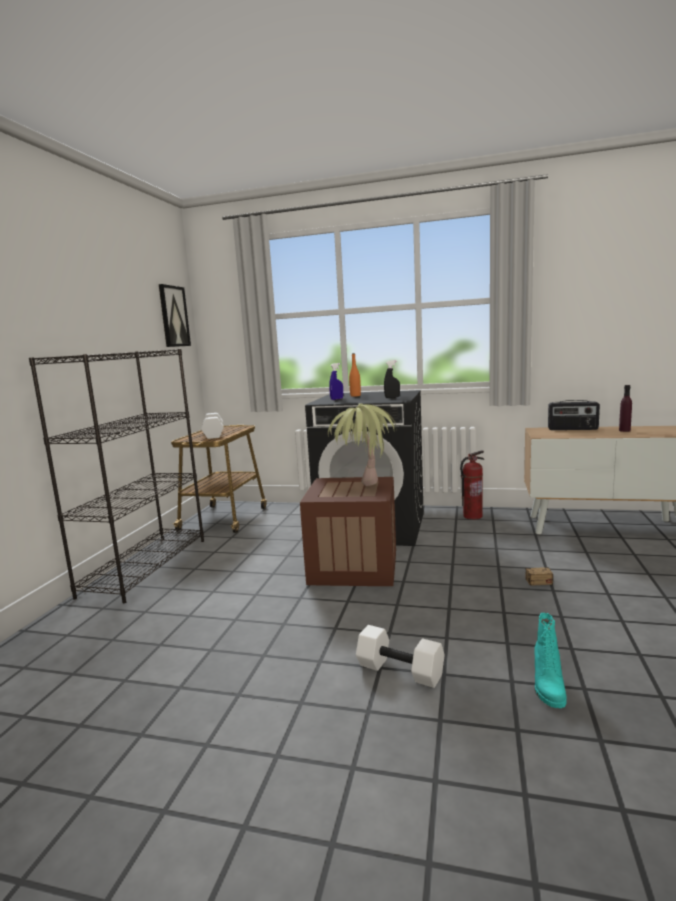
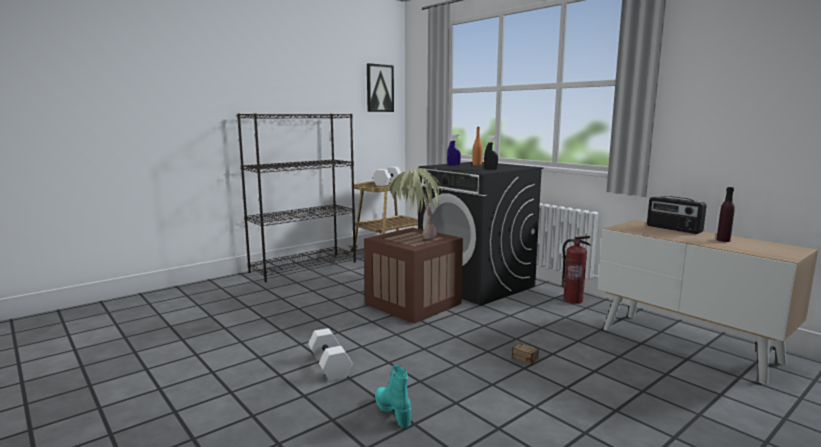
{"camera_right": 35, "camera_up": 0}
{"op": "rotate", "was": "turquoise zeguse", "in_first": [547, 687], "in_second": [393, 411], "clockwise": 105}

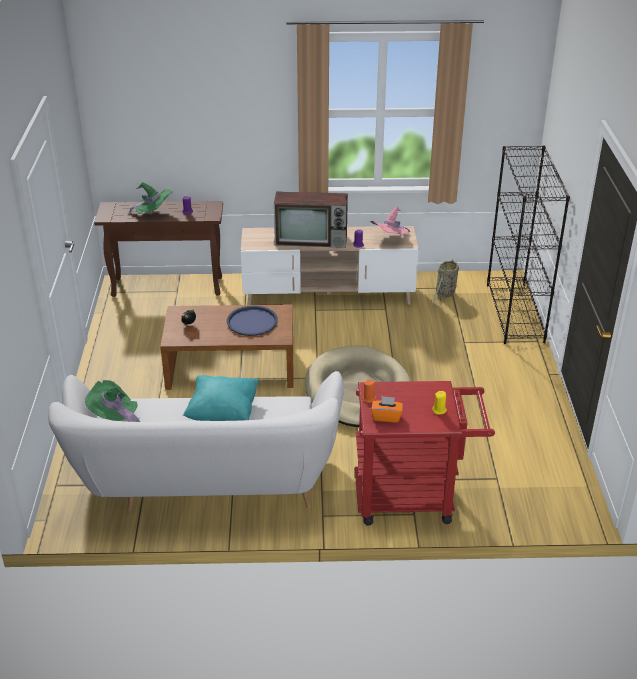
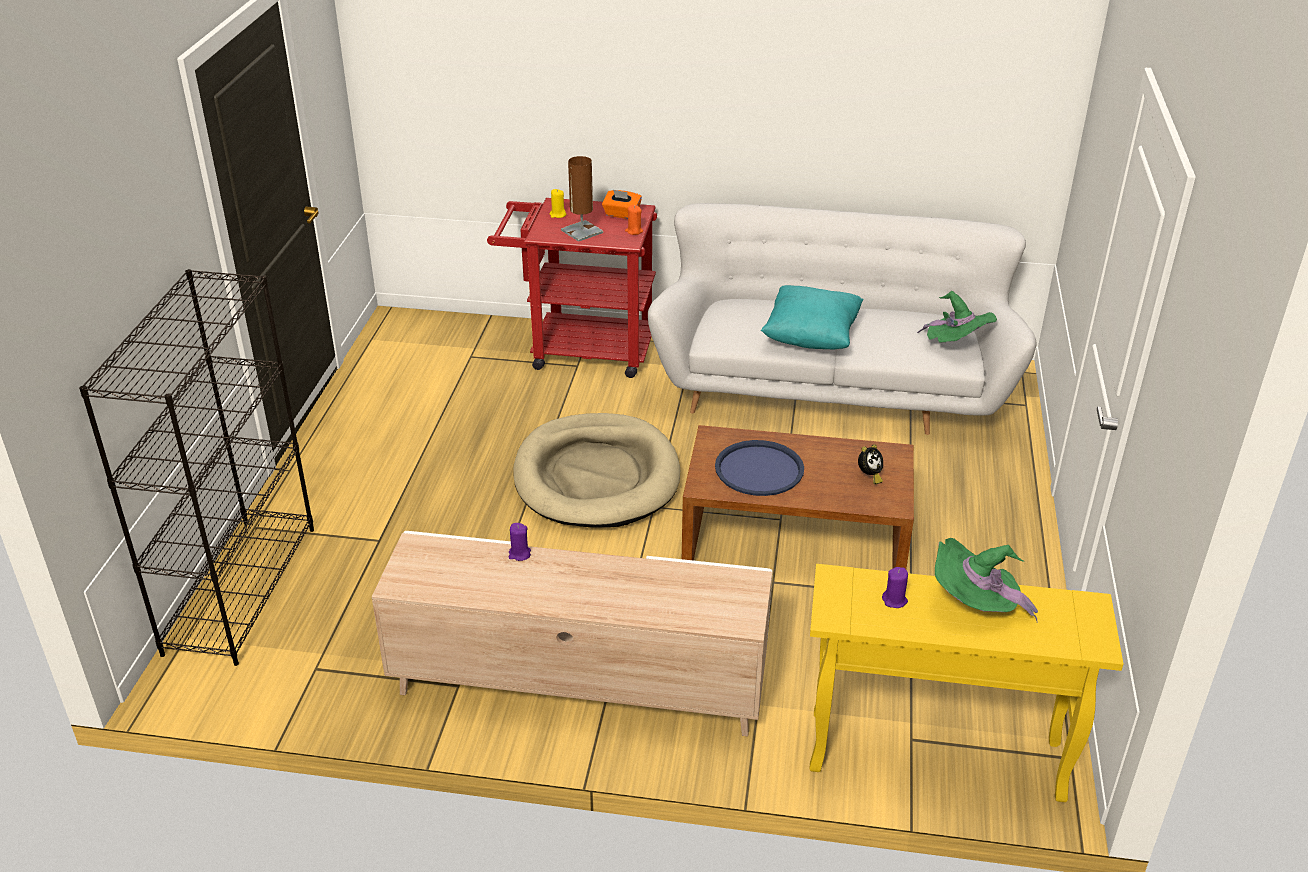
{"camera_right": -170, "camera_up": 0}
{"op": "insert", "now": "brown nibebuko", "in_second": [582, 231]}
{"op": "recolor", "was": "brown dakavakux", "now": "yellow dakavakux", "in_first": [168, 286], "in_second": [933, 756]}
{"op": "delete", "was": "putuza", "in_first": [312, 239]}
{"op": "delete", "was": "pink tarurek", "in_first": [390, 239]}
{"op": "delete", "was": "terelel", "in_first": [444, 294]}

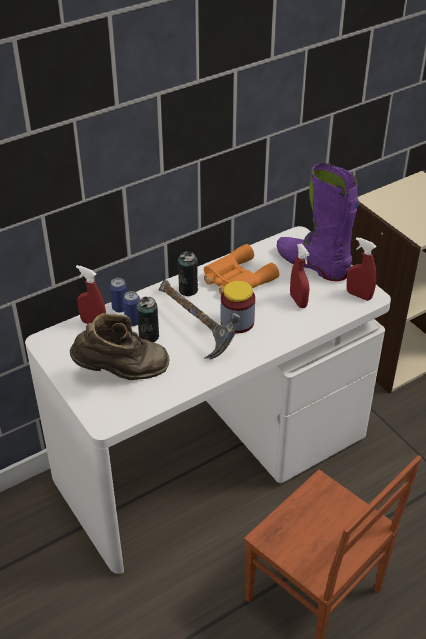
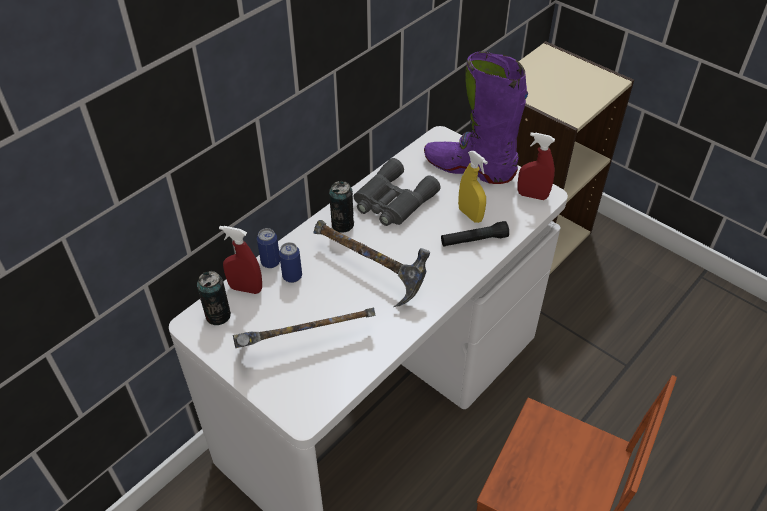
{"camera_right": -15, "camera_up": 5}
{"op": "move", "was": "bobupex", "in_first": [149, 336], "in_second": [218, 315]}
{"op": "replace", "was": "brown zeguse", "now": "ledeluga", "in_first": [122, 373], "in_second": [303, 346]}
{"op": "recolor", "was": "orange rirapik", "now": "grey rirapik", "in_first": [236, 279], "in_second": [392, 201]}
{"op": "insert", "now": "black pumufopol", "in_second": [474, 240]}
{"op": "recolor", "was": "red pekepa", "now": "yellow pekepa", "in_first": [298, 301], "in_second": [470, 215]}
{"op": "delete", "was": "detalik", "in_first": [237, 322]}

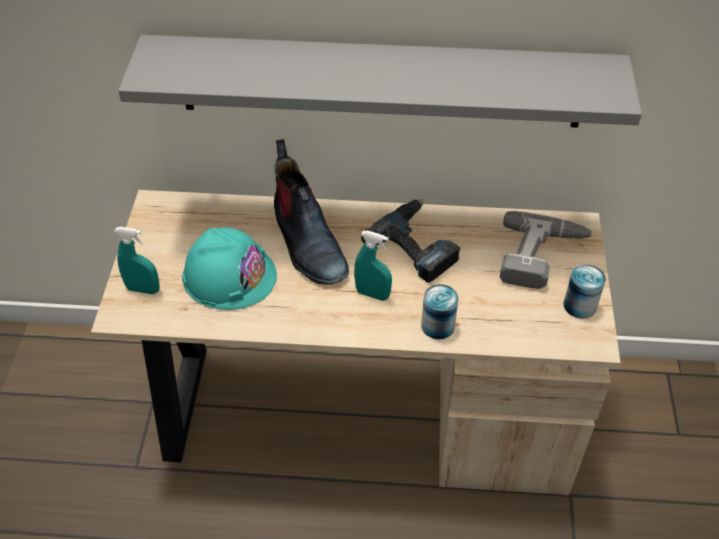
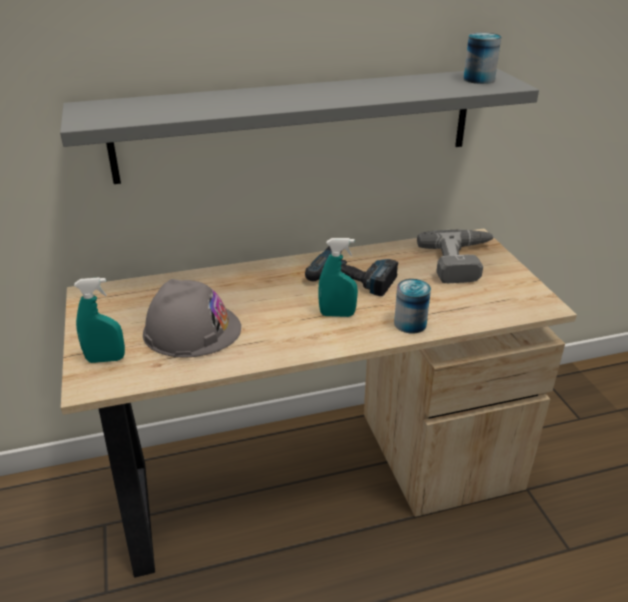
{"camera_right": -20, "camera_up": -15}
{"op": "recolor", "was": "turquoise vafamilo", "now": "grey vafamilo", "in_first": [229, 275], "in_second": [192, 330]}
{"op": "move", "was": "bobupex", "in_first": [580, 305], "in_second": [479, 79]}
{"op": "delete", "was": "zeguse", "in_first": [307, 243]}

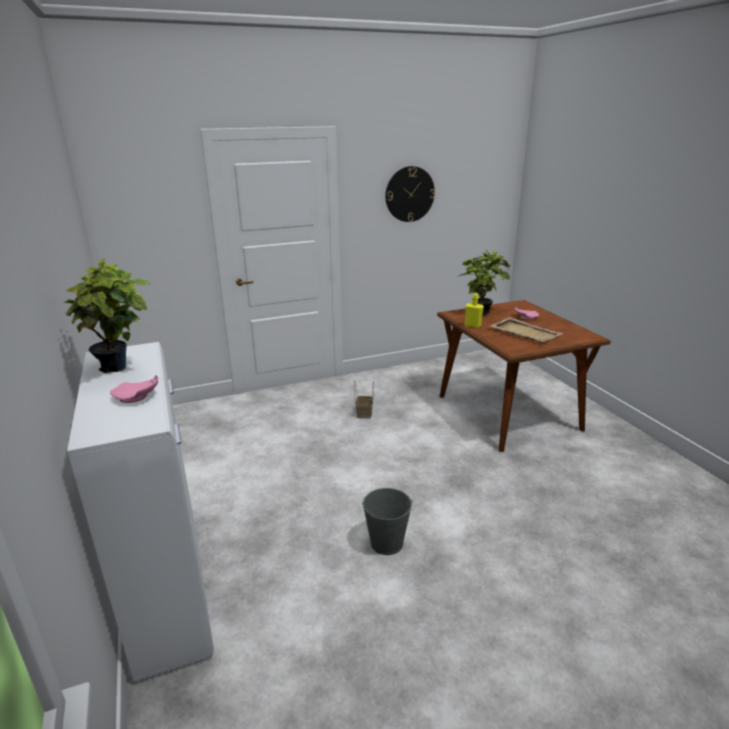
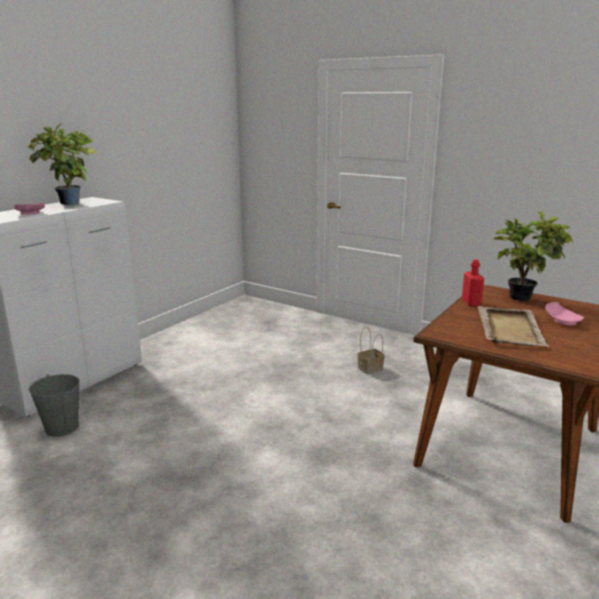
{"camera_right": 55, "camera_up": -5}
{"op": "move", "was": "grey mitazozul", "in_first": [386, 543], "in_second": [62, 427]}
{"op": "recolor", "was": "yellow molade", "now": "red molade", "in_first": [473, 326], "in_second": [471, 303]}
{"op": "delete", "was": "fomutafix", "in_first": [409, 194]}

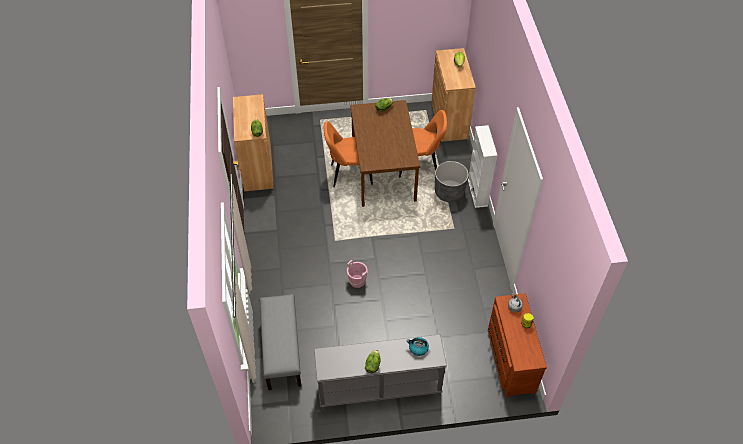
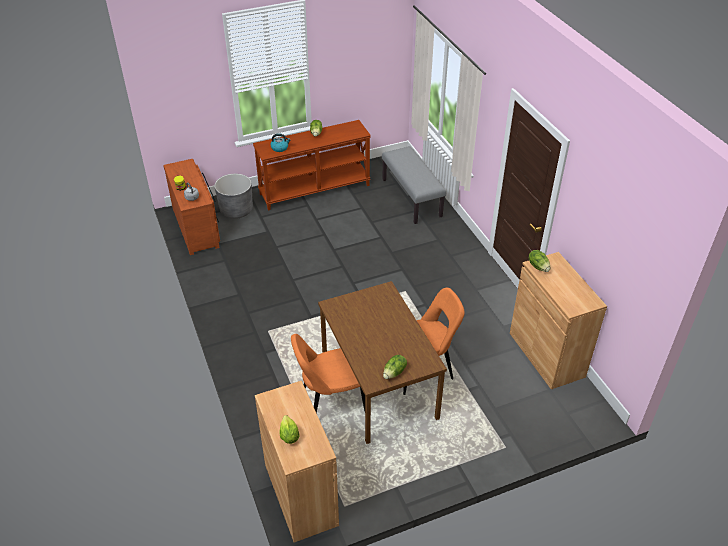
{"camera_right": 165, "camera_up": -10}
{"op": "move", "was": "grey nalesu", "in_first": [449, 192], "in_second": [236, 210]}
{"op": "recolor", "was": "grey dakavakux", "now": "brown dakavakux", "in_first": [379, 389], "in_second": [315, 189]}
{"op": "delete", "was": "pink mitazozul", "in_first": [357, 281]}
{"op": "delete", "was": "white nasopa", "in_first": [477, 192]}

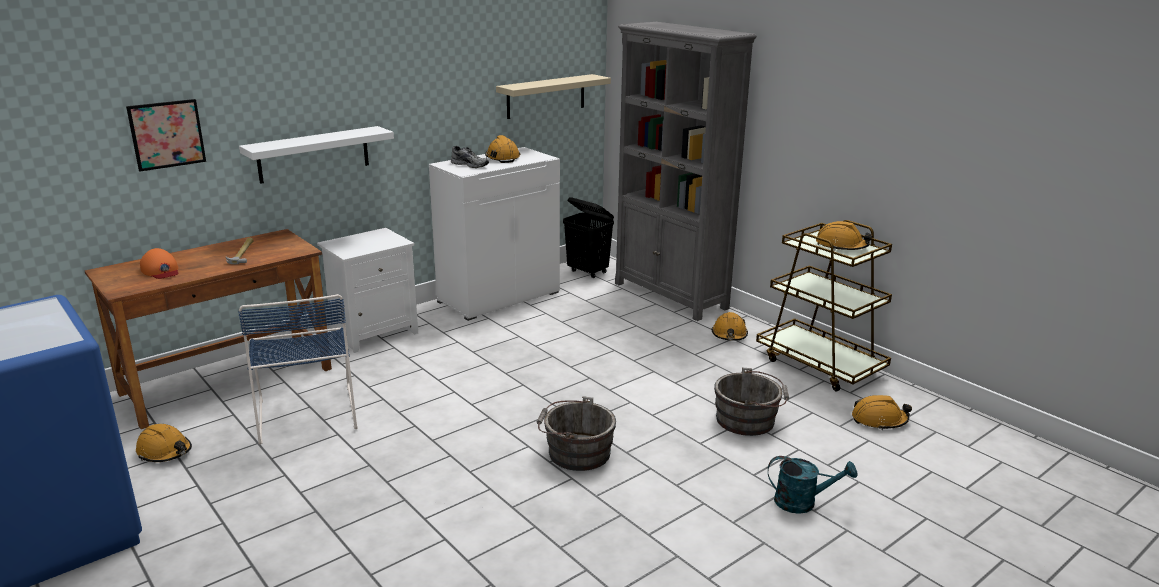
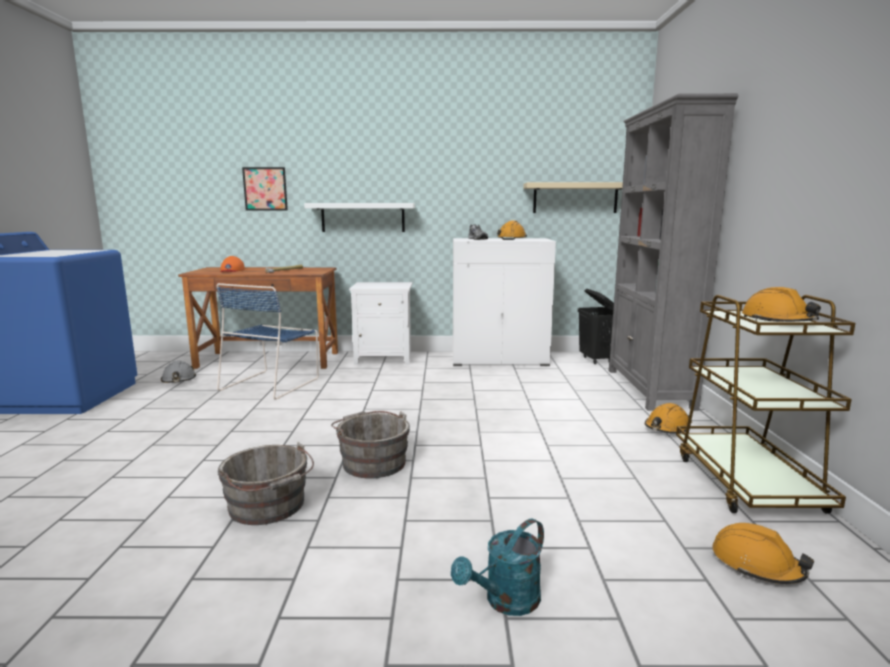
{"camera_right": 40, "camera_up": -10}
{"op": "recolor", "was": "orange vafamilo", "now": "grey vafamilo", "in_first": [165, 452], "in_second": [179, 380]}
{"op": "move", "was": "grey mitazozul", "in_first": [749, 420], "in_second": [269, 506]}
{"op": "rotate", "was": "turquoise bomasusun", "in_first": [802, 502], "in_second": [505, 602], "clockwise": 90}

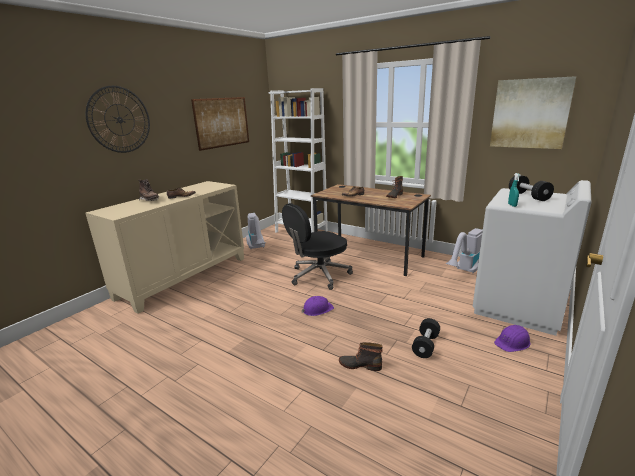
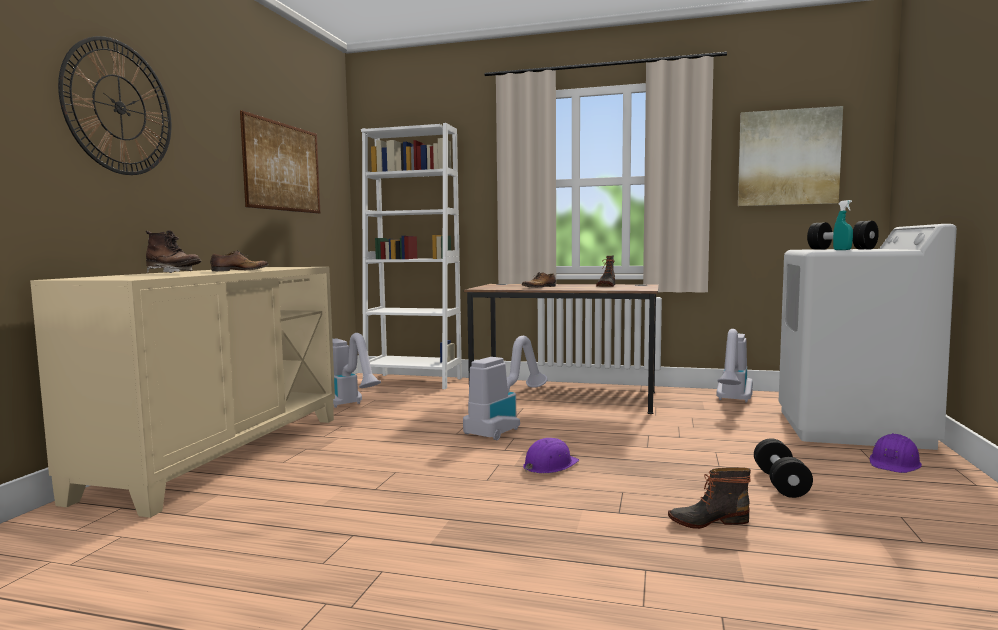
{"camera_right": -20, "camera_up": -15}
{"op": "replace", "was": "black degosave", "now": "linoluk", "in_first": [318, 275], "in_second": [504, 426]}

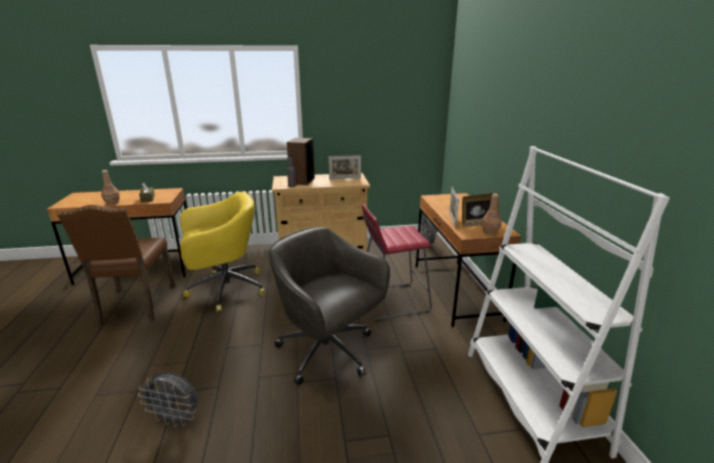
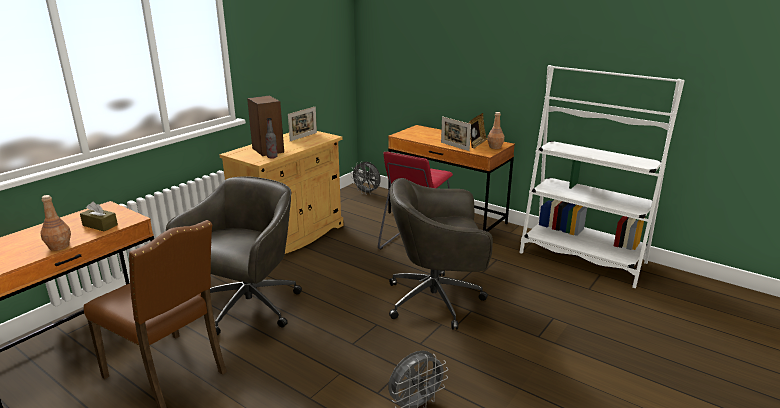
{"camera_right": -45, "camera_up": 0}
{"op": "recolor", "was": "yellow degosave", "now": "grey degosave", "in_first": [225, 289], "in_second": [247, 308]}

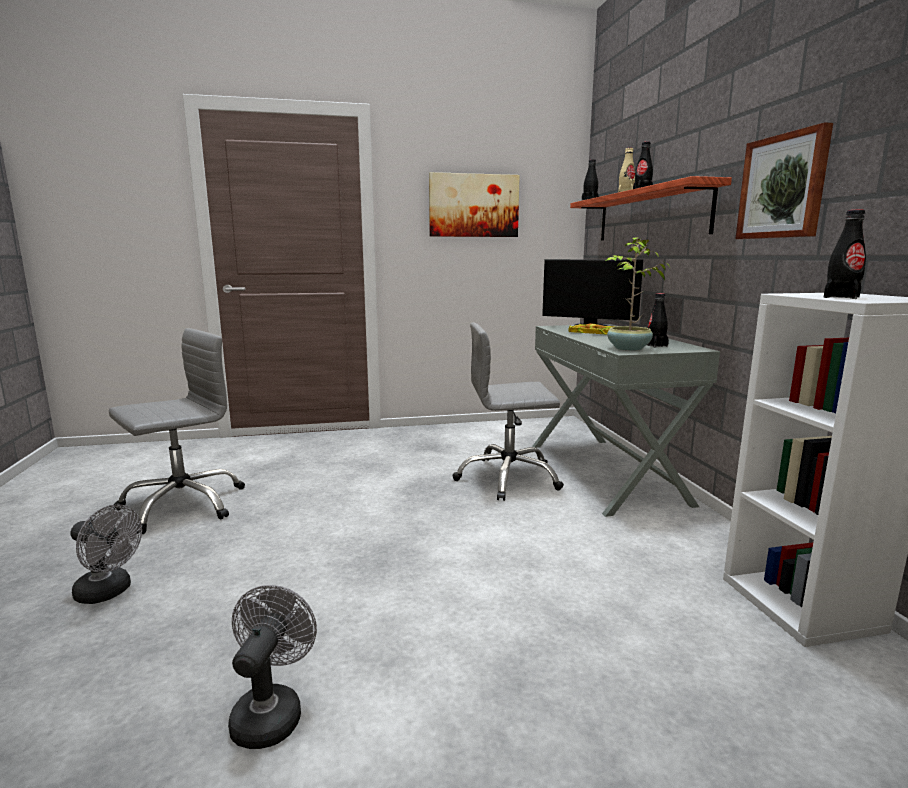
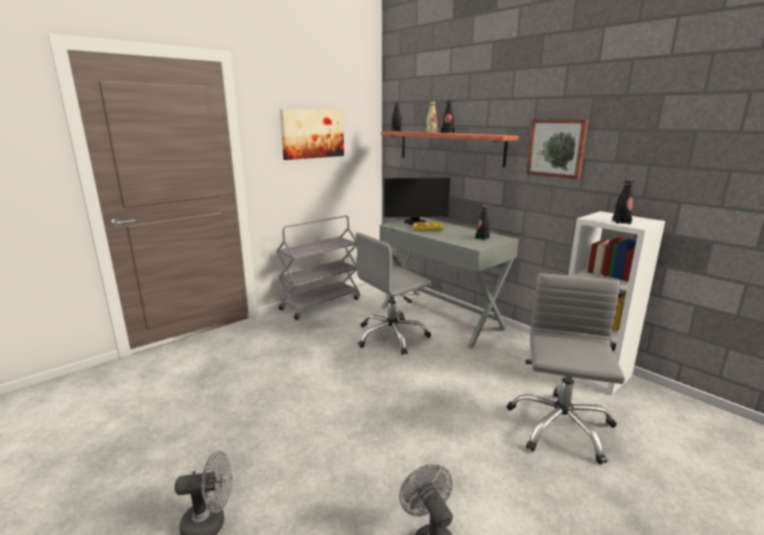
{"camera_right": -30, "camera_up": 5}
{"op": "insert", "now": "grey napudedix", "in_second": [321, 304]}
{"op": "move", "was": "grey degosave", "in_first": [182, 504], "in_second": [560, 426]}
{"op": "delete", "was": "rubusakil", "in_first": [628, 349]}

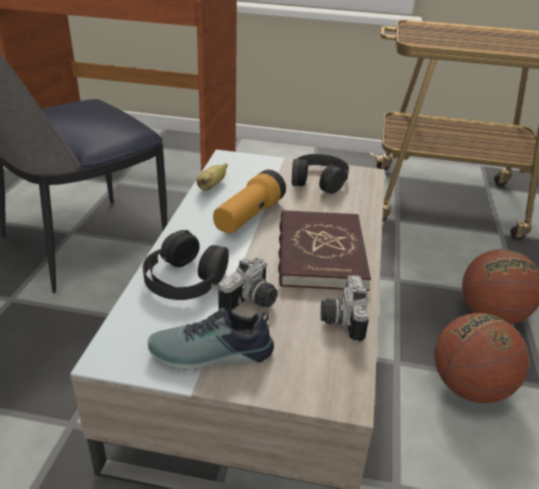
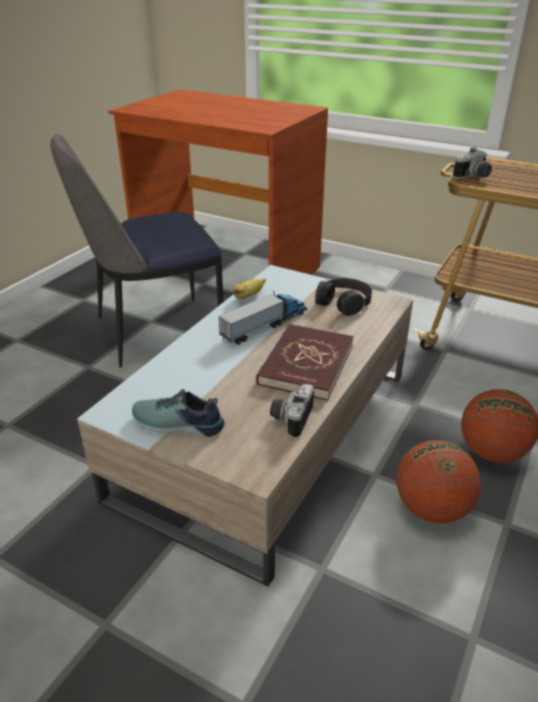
{"camera_right": 20, "camera_up": 0}
{"op": "replace", "was": "pumufopol", "now": "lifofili", "in_first": [249, 216], "in_second": [265, 325]}
{"op": "move", "was": "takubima", "in_first": [252, 302], "in_second": [474, 176]}
{"op": "delete", "was": "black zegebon", "in_first": [185, 278]}

